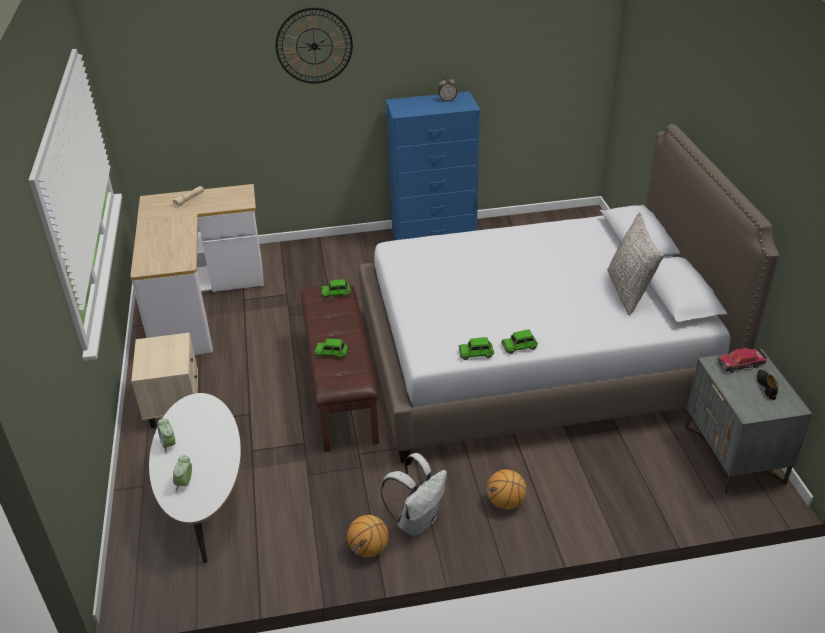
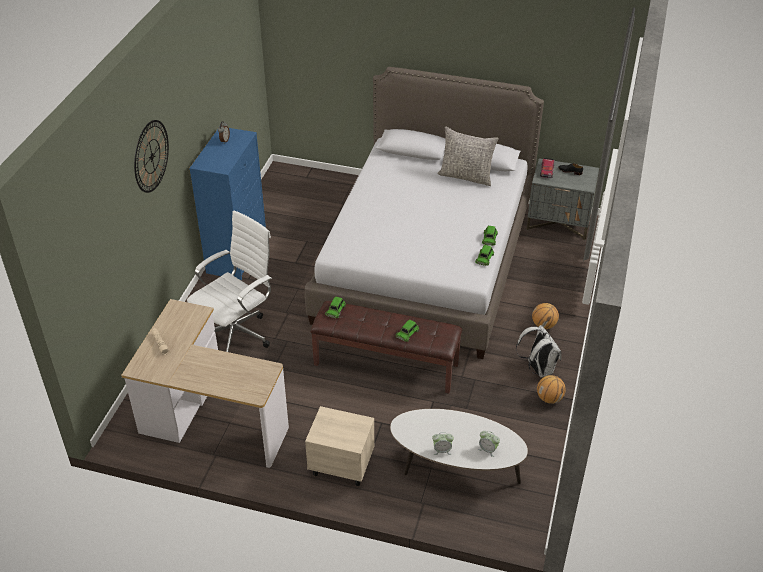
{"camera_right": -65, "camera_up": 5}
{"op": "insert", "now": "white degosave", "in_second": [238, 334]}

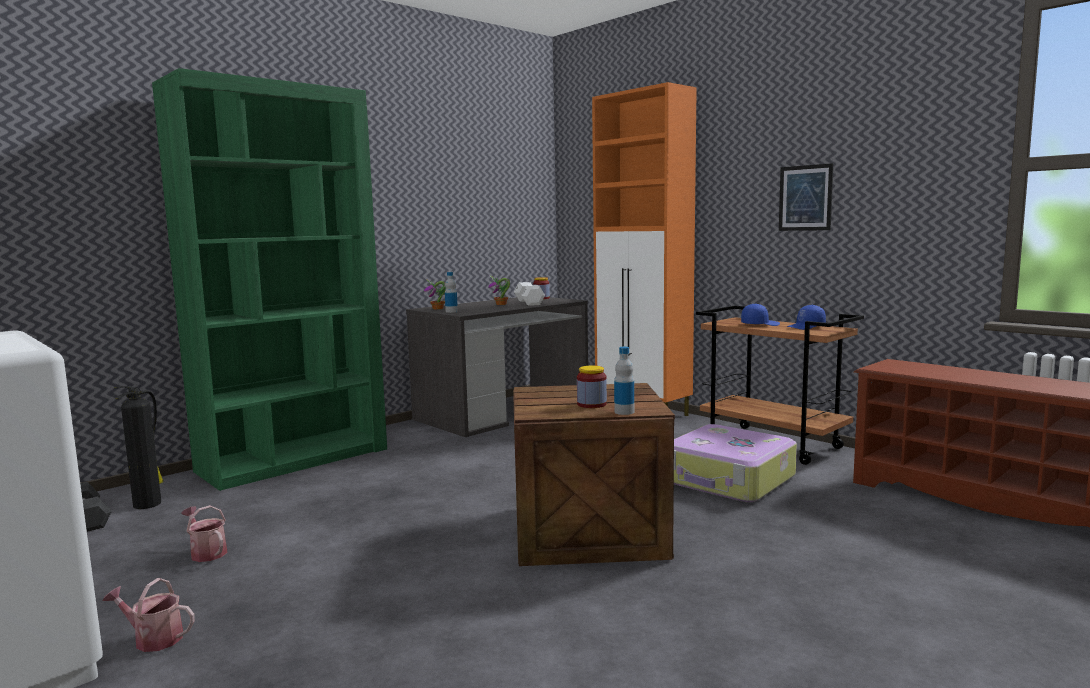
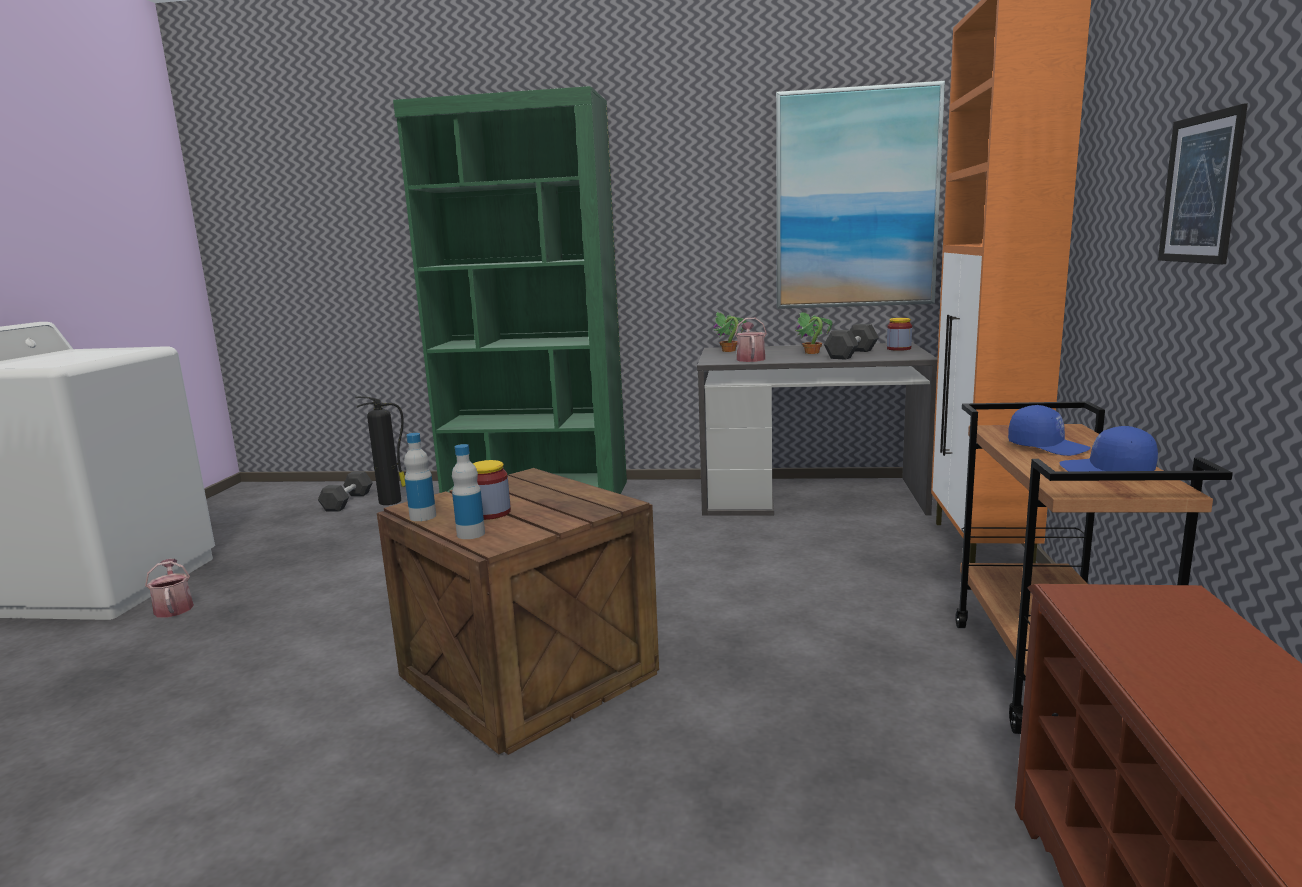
{"camera_right": 50, "camera_up": 5}
{"op": "move", "was": "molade", "in_first": [451, 311], "in_second": [423, 516]}
{"op": "move", "was": "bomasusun", "in_first": [206, 552], "in_second": [750, 359]}
{"op": "insert", "now": "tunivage", "in_second": [856, 200]}
{"op": "recolor", "was": "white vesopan", "now": "black vesopan", "in_first": [529, 302], "in_second": [851, 354]}
{"op": "delete", "was": "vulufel", "in_first": [728, 479]}

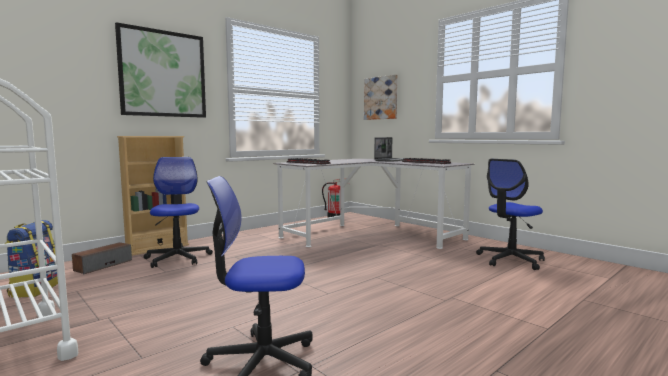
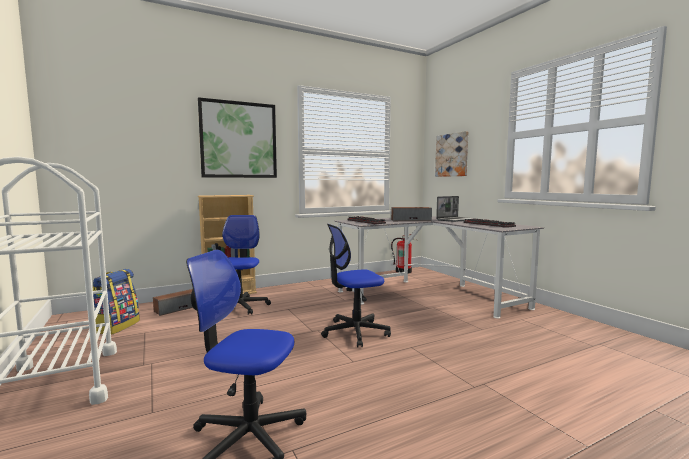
{"camera_right": 15, "camera_up": 0}
{"op": "move", "was": "degosave", "in_first": [510, 260], "in_second": [355, 332]}
{"op": "insert", "now": "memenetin", "in_second": [410, 220]}

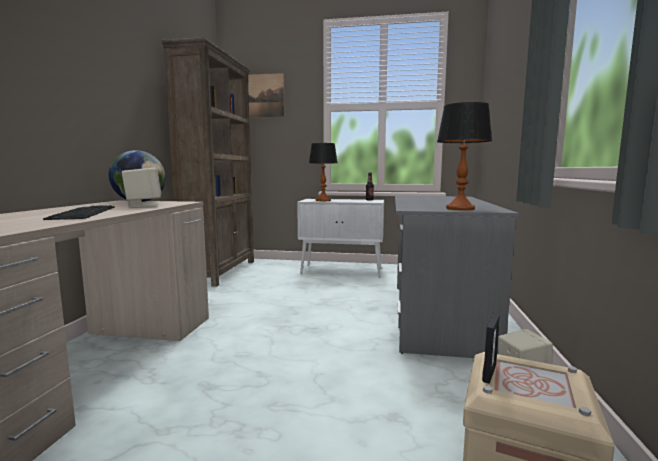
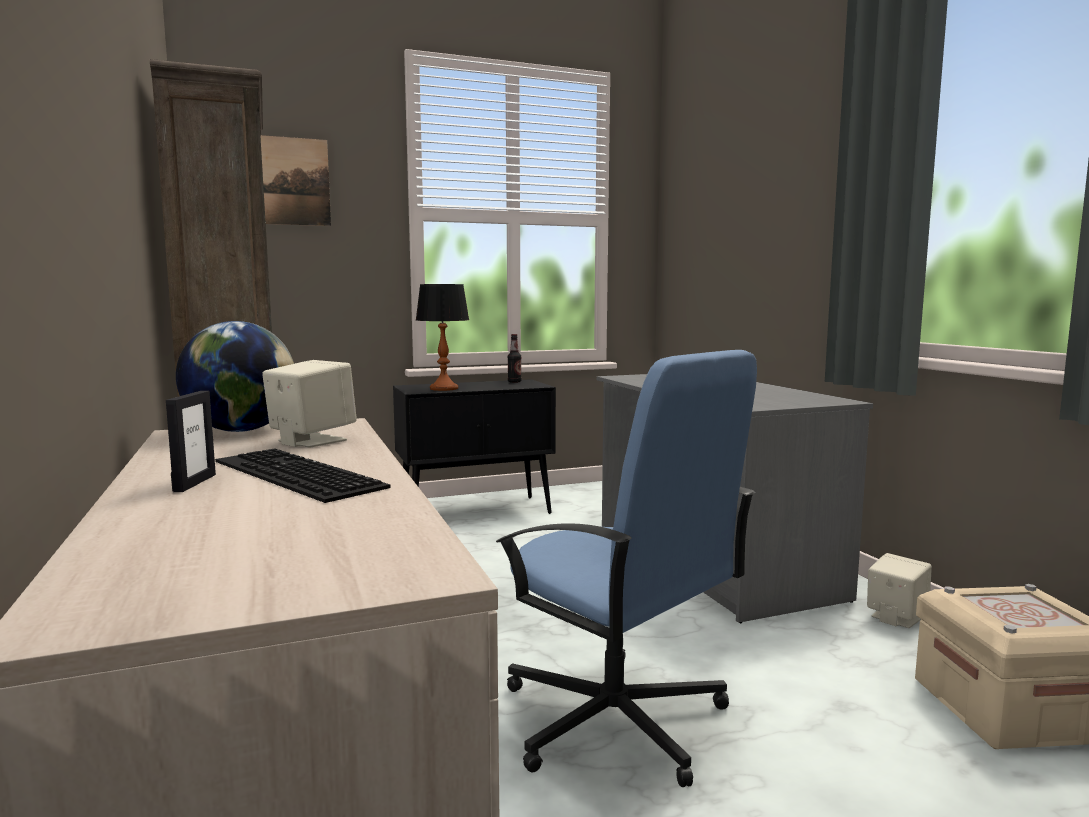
{"camera_right": -30, "camera_up": 0}
{"op": "move", "was": "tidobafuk", "in_first": [489, 373], "in_second": [194, 483]}
{"op": "recolor", "was": "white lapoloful", "now": "black lapoloful", "in_first": [342, 271], "in_second": [477, 512]}
{"op": "insert", "now": "blue degosave", "in_second": [616, 720]}
{"op": "delete", "was": "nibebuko", "in_first": [460, 208]}

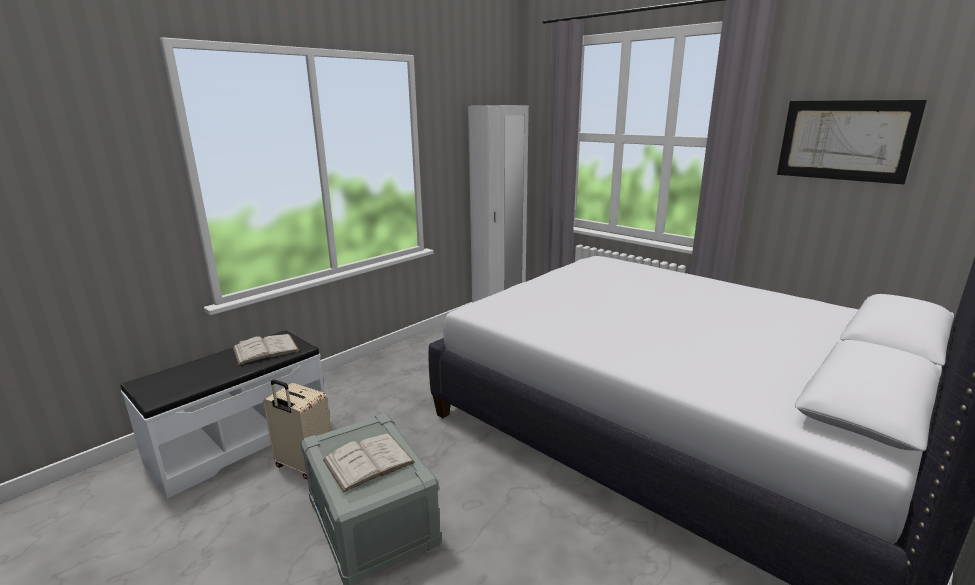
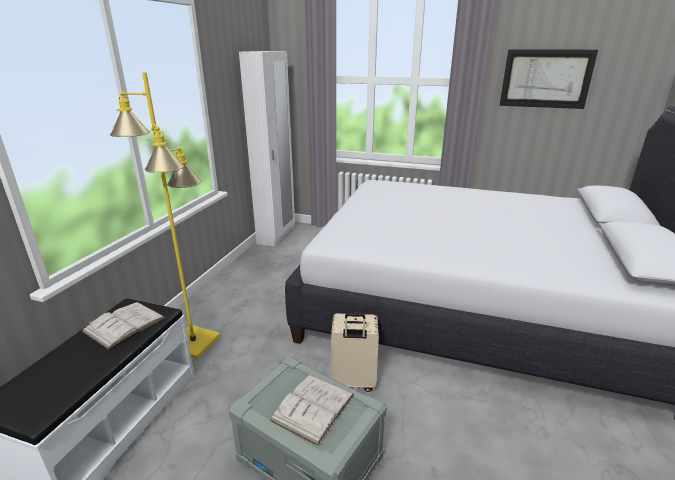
{"camera_right": -25, "camera_up": 5}
{"op": "insert", "now": "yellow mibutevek", "in_second": [193, 342]}
{"op": "move", "was": "beige vulufel", "in_first": [303, 466], "in_second": [353, 382]}

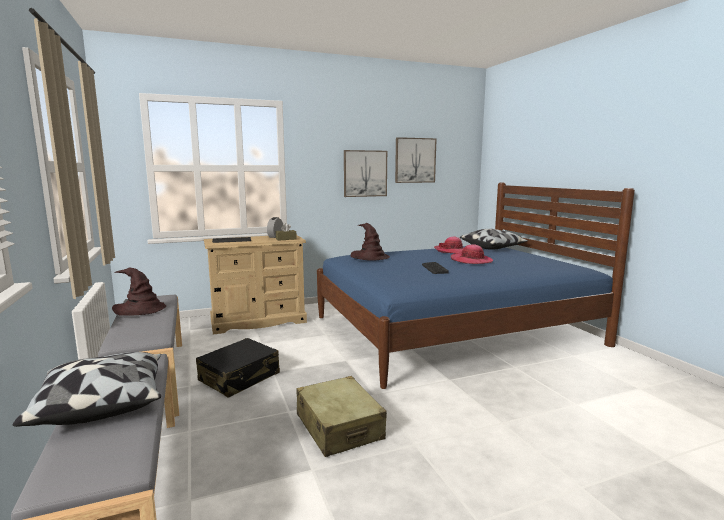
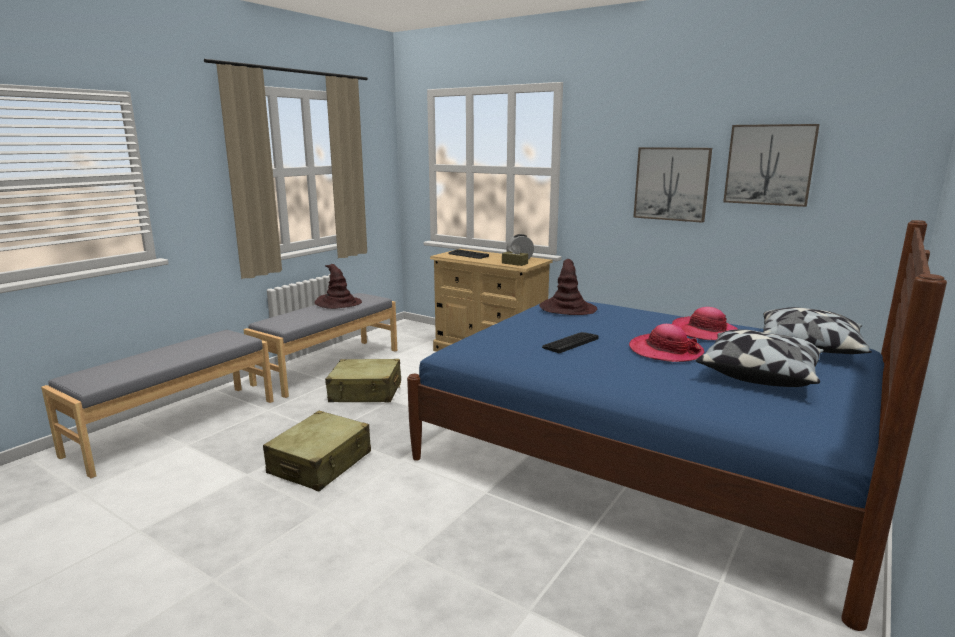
{"camera_right": 55, "camera_up": 5}
{"op": "recolor", "was": "black vulufel", "now": "beige vulufel", "in_first": [239, 377], "in_second": [366, 392]}
{"op": "move", "was": "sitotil", "in_first": [101, 403], "in_second": [758, 374]}

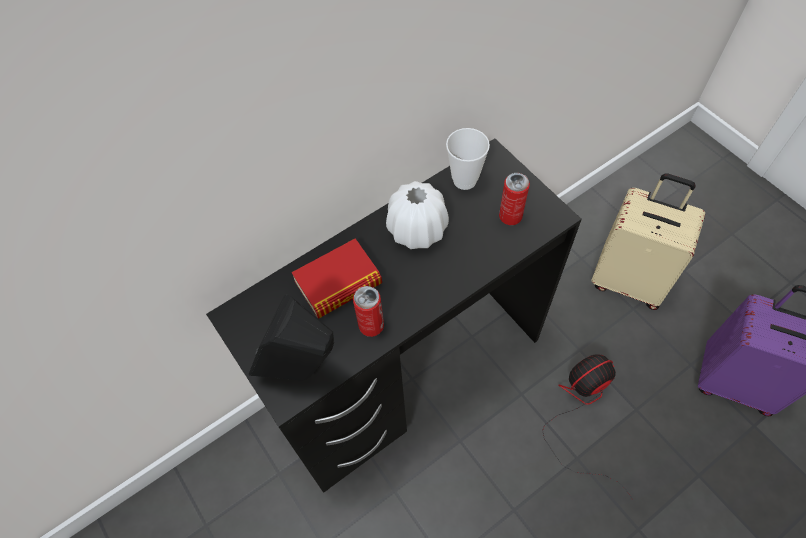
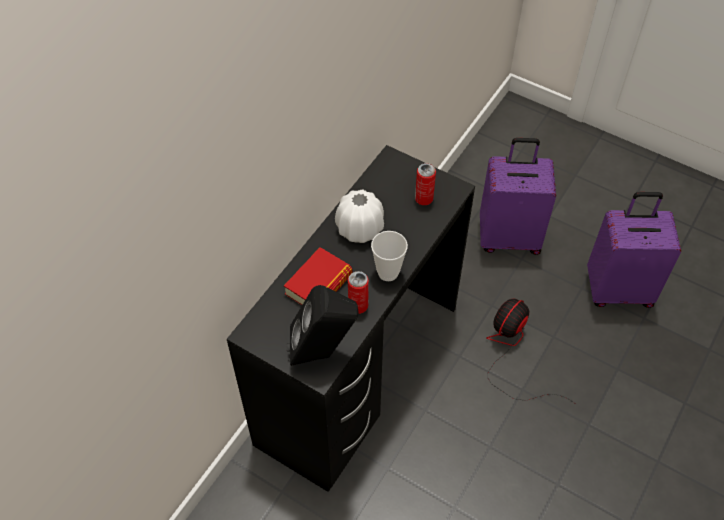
{"camera_right": -25, "camera_up": -5}
{"op": "move", "was": "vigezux", "in_first": [464, 180], "in_second": [388, 272]}
{"op": "recolor", "was": "beige vulufel", "now": "purple vulufel", "in_first": [628, 280], "in_second": [509, 237]}

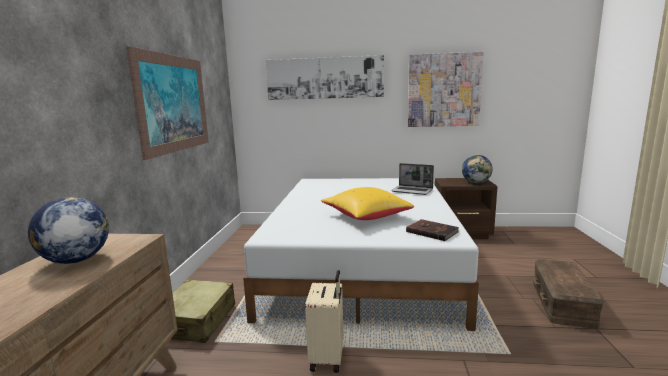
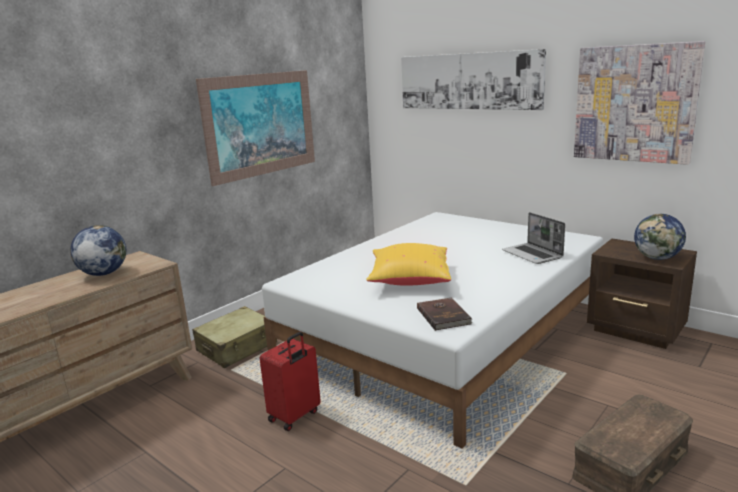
{"camera_right": 35, "camera_up": 5}
{"op": "recolor", "was": "beige vulufel", "now": "red vulufel", "in_first": [328, 358], "in_second": [295, 416]}

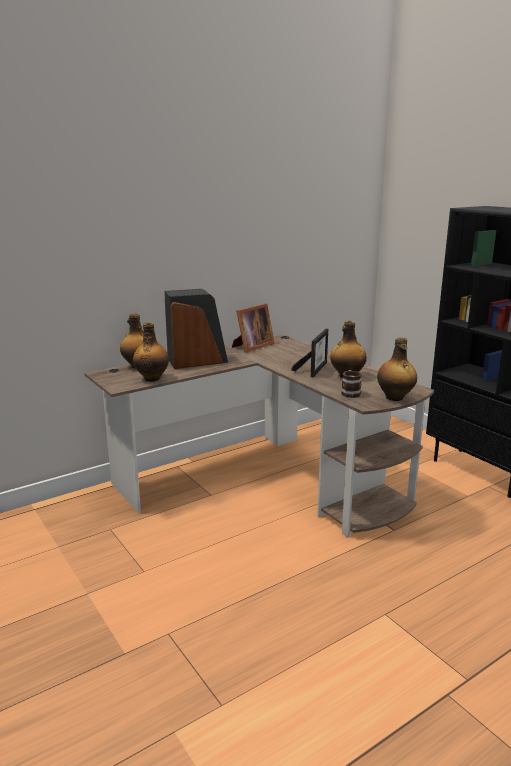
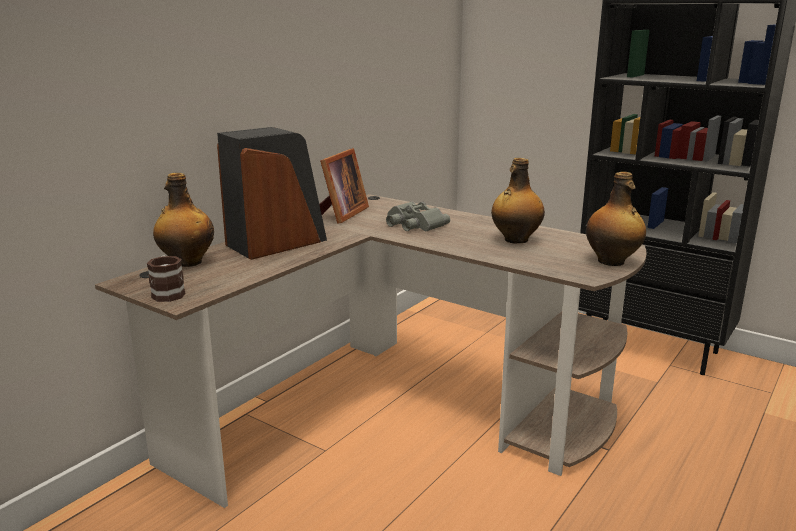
{"camera_right": -20, "camera_up": 0}
{"op": "move", "was": "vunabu", "in_first": [350, 392], "in_second": [168, 293]}
{"op": "insert", "now": "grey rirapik", "in_second": [413, 224]}
{"op": "delete", "was": "molade", "in_first": [152, 378]}
{"op": "delete", "was": "tidobafuk", "in_first": [314, 369]}

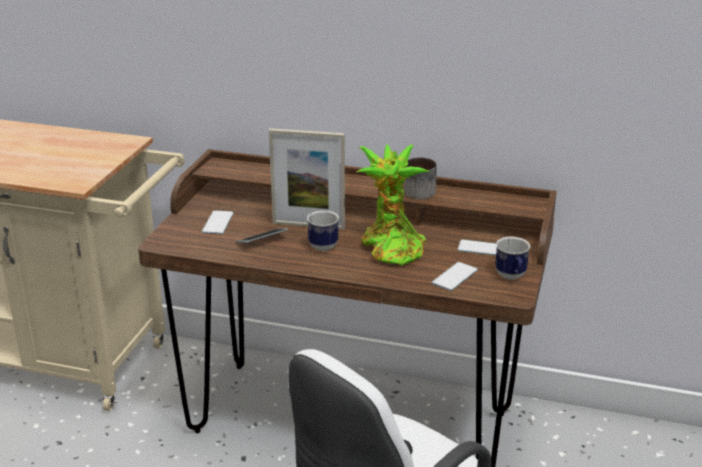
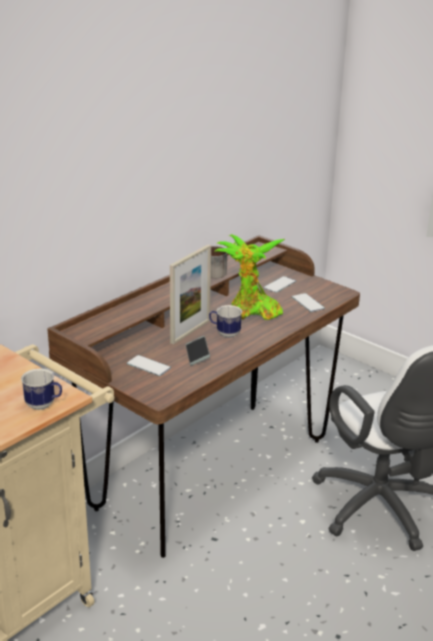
{"camera_right": -65, "camera_up": 0}
{"op": "move", "was": "vunabu", "in_first": [512, 277], "in_second": [44, 405]}

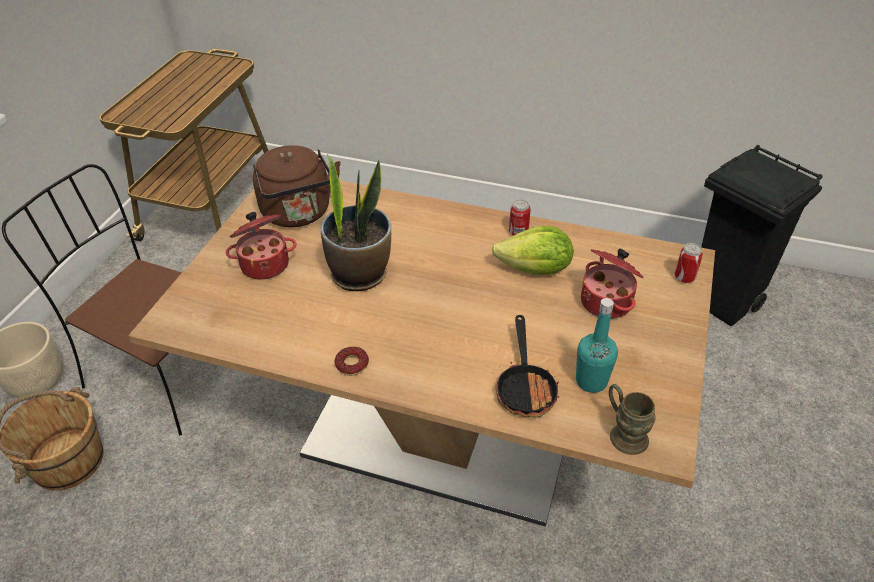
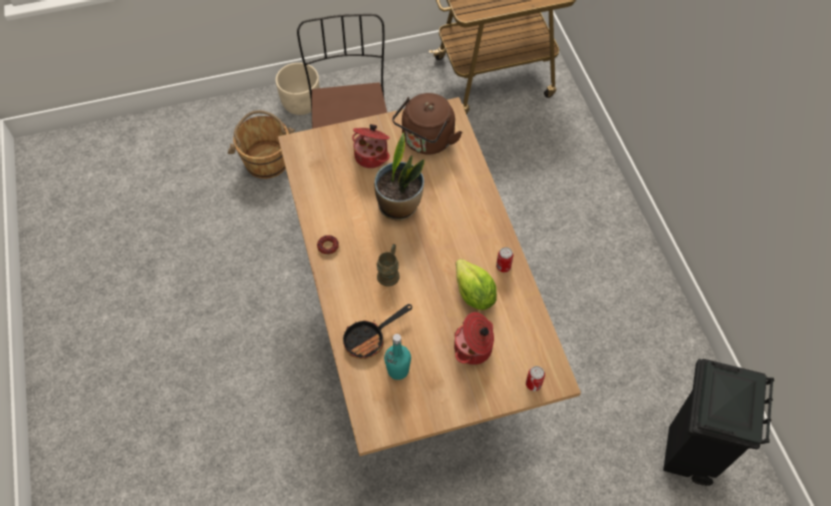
{"camera_right": 55, "camera_up": 15}
{"op": "move", "was": "brown vunabu", "in_first": [623, 433], "in_second": [389, 272]}

